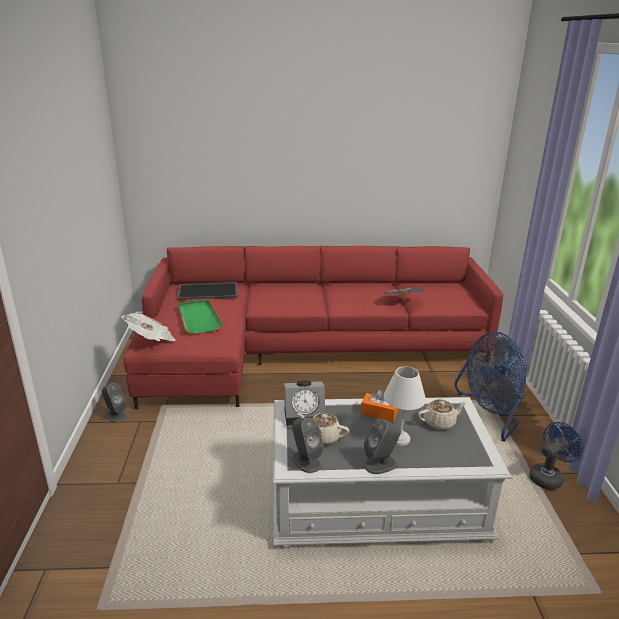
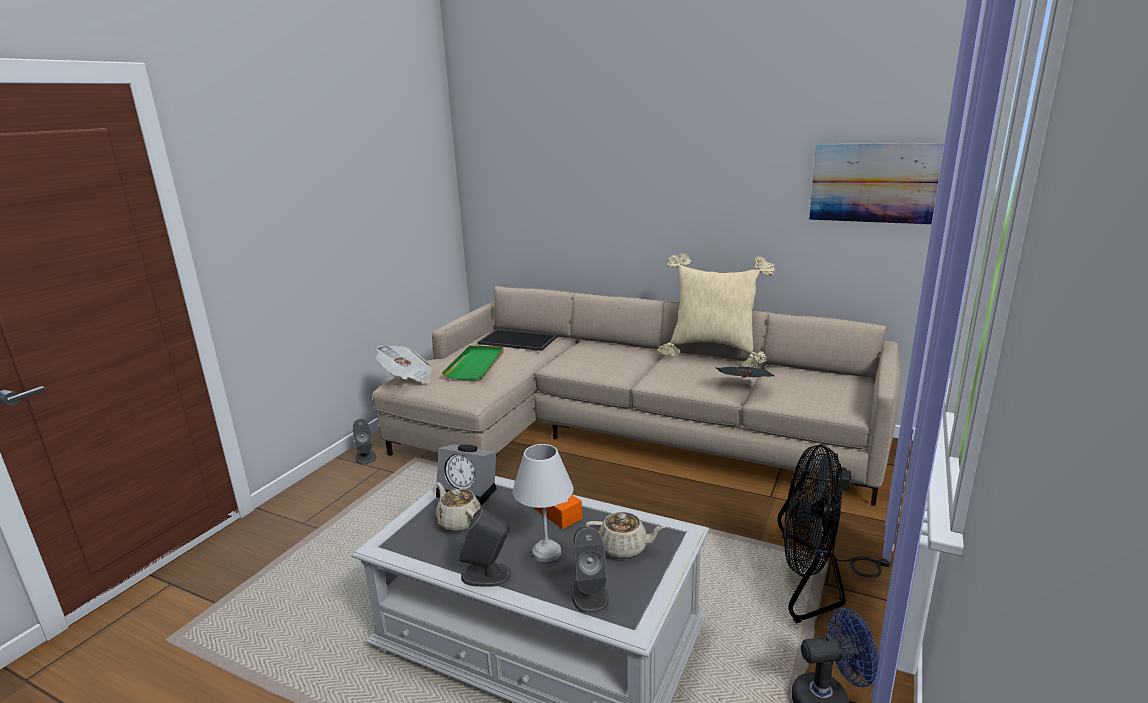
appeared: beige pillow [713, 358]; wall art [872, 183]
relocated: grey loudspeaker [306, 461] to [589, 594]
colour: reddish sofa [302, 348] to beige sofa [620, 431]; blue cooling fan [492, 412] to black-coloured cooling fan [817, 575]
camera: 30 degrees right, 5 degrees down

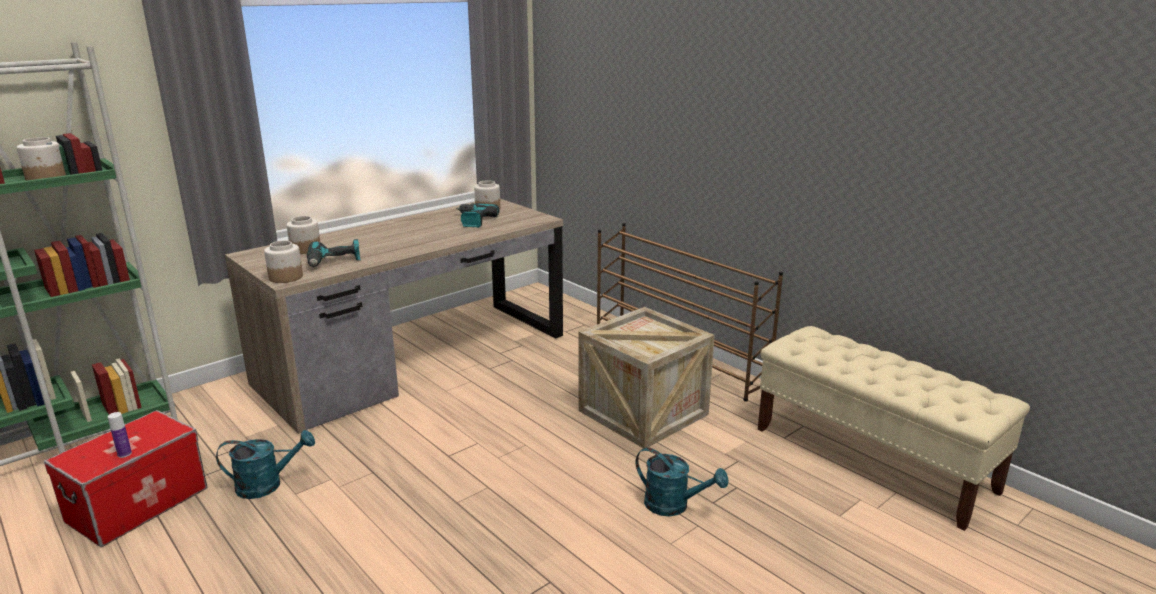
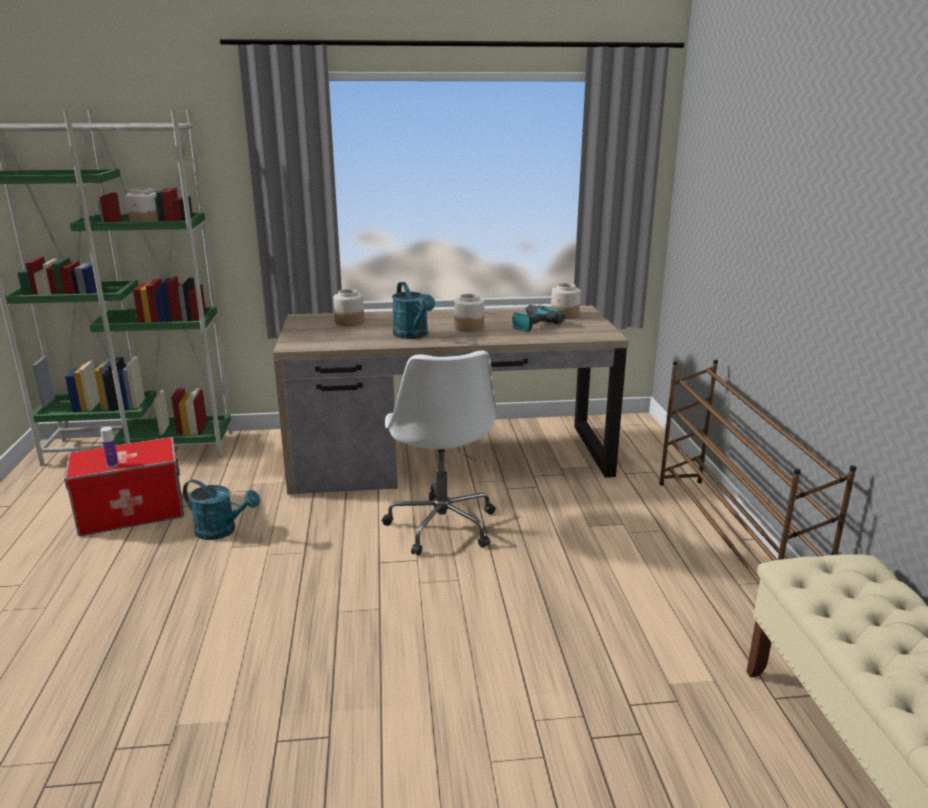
missing: electric drill [334, 262]; crate [643, 412]
appeared: whitish desk chair [442, 528]
relocated: preserve jar [285, 277] to [468, 327]; turquoise watering can [674, 505] to [413, 335]
camera: 35 degrees right, 0 degrees up

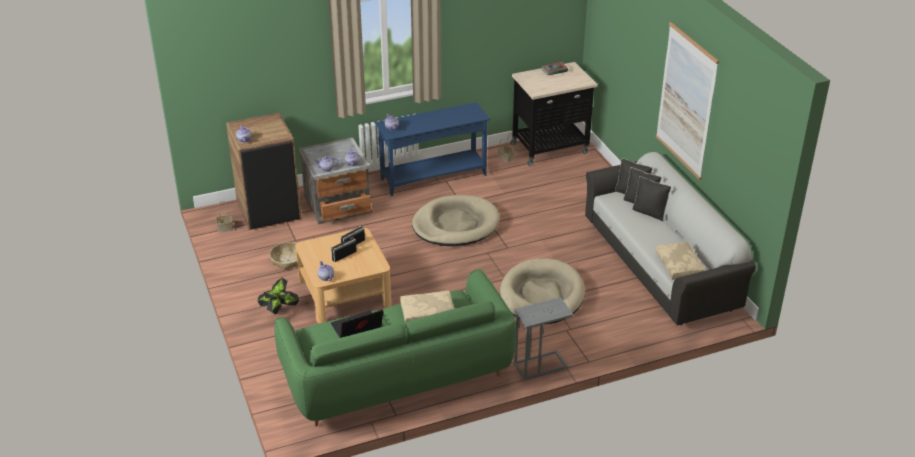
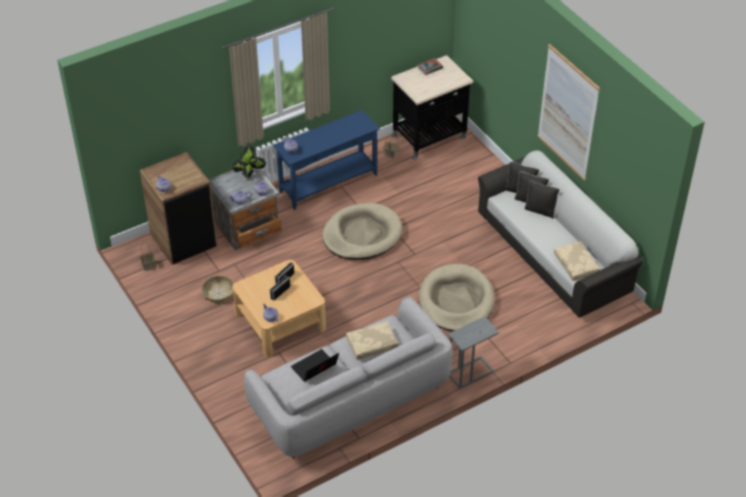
relocated: houseplant [280, 312] to [249, 174]
colour: greenish sofa [397, 377] to grey sofa [350, 401]
camera: 10 degrees left, 10 degrees up

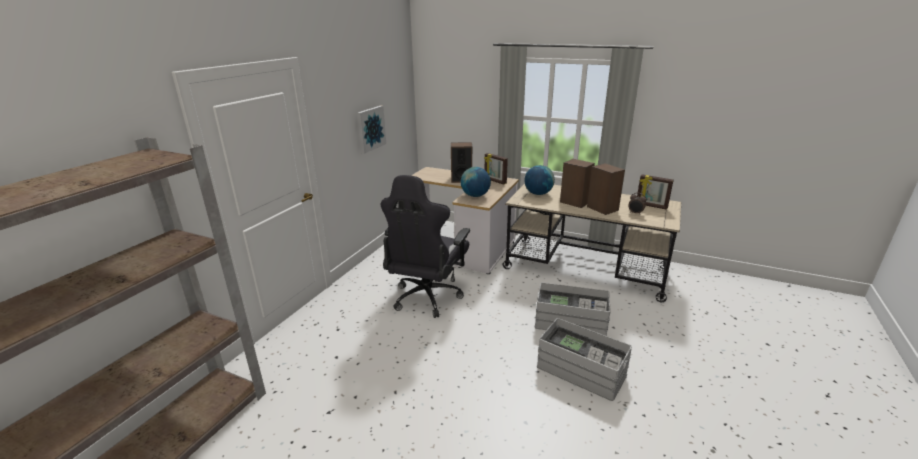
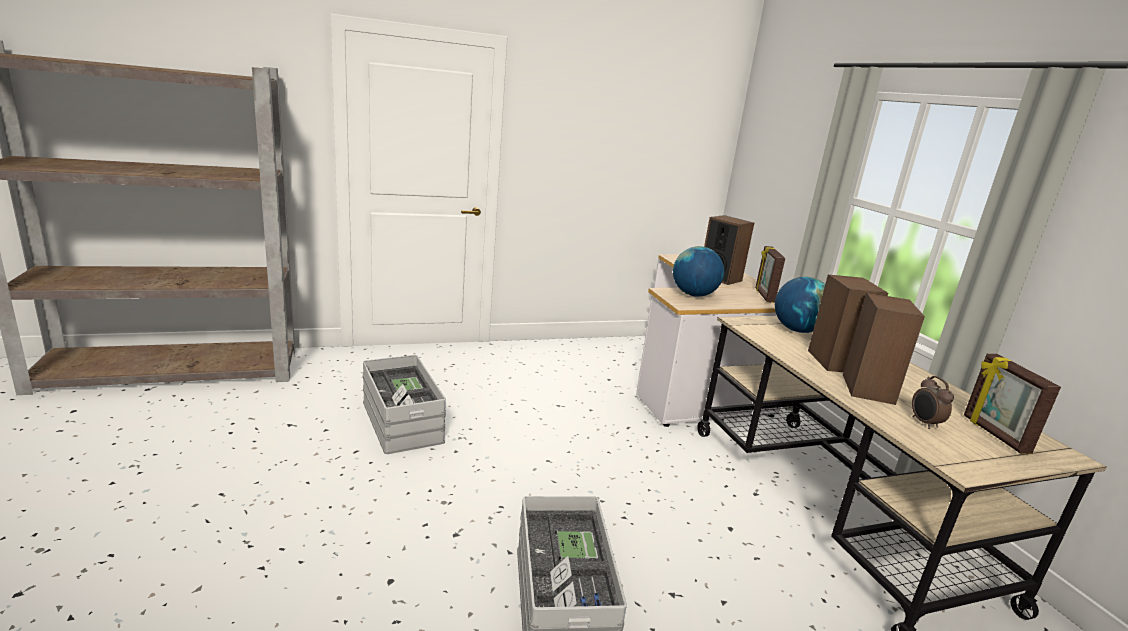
missing: wall art [370, 129]; black-coloured desk chair [428, 295]
relocated: grey storage bin [570, 321] to [403, 421]
camera: 45 degrees right, 5 degrees down

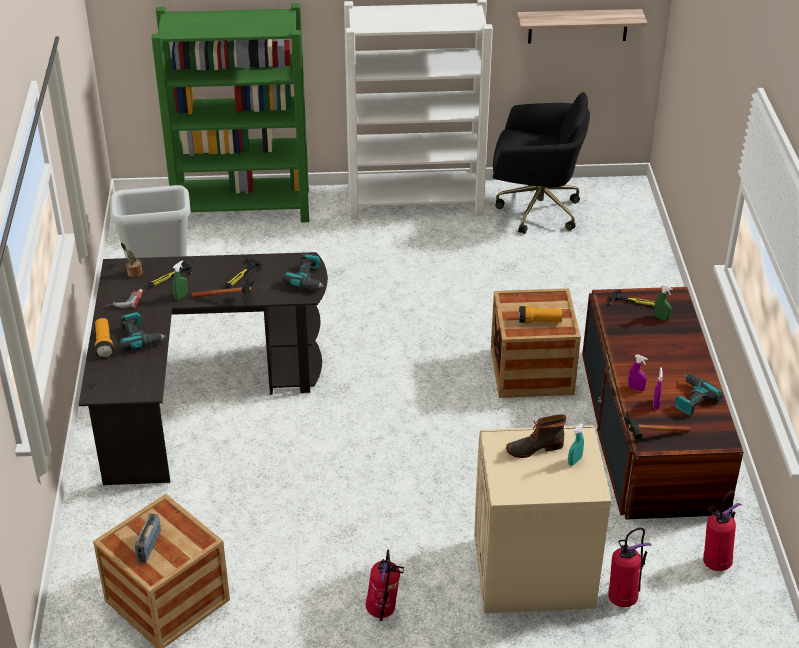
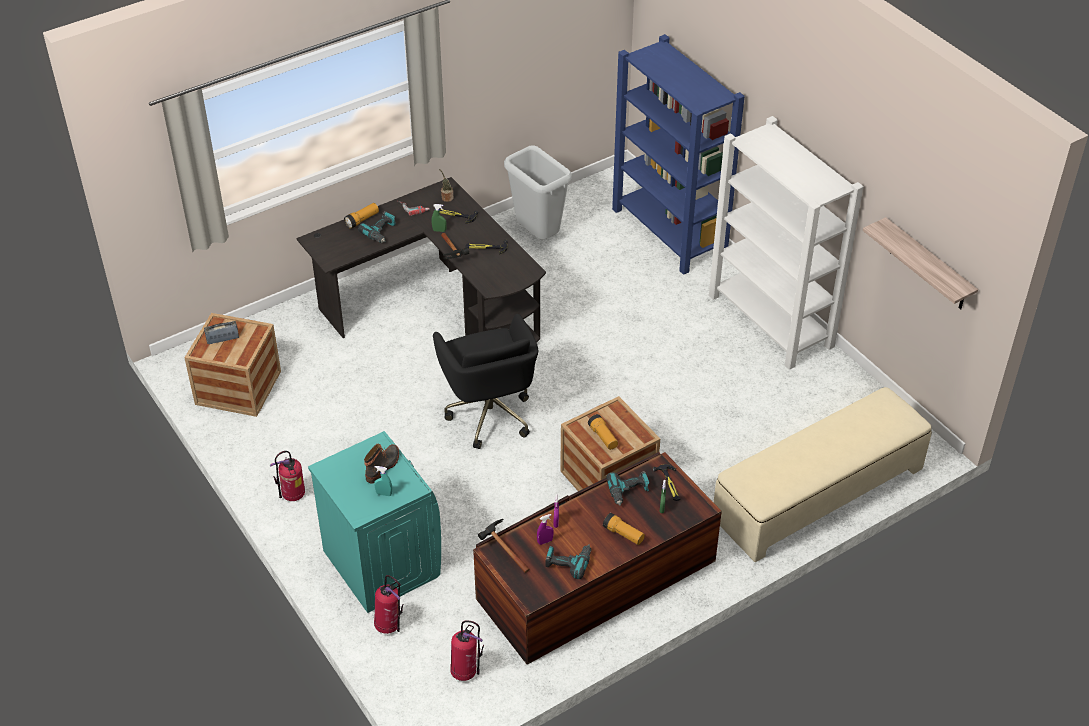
appeared: torch [623, 534]; beige bench [818, 494]
relocated: electric drill [308, 279] to [628, 491]; black-coloured desk chair [535, 211] to [488, 414]
colour: greenish bookshelf [242, 207] to blue bookshelf [669, 231]; beige washing machine [532, 573] to turquoise washing machine [381, 564]
spun: tall boot [534, 447] = [383, 466] 75 degrees clockwise
camera: 60 degrees right, 5 degrees up

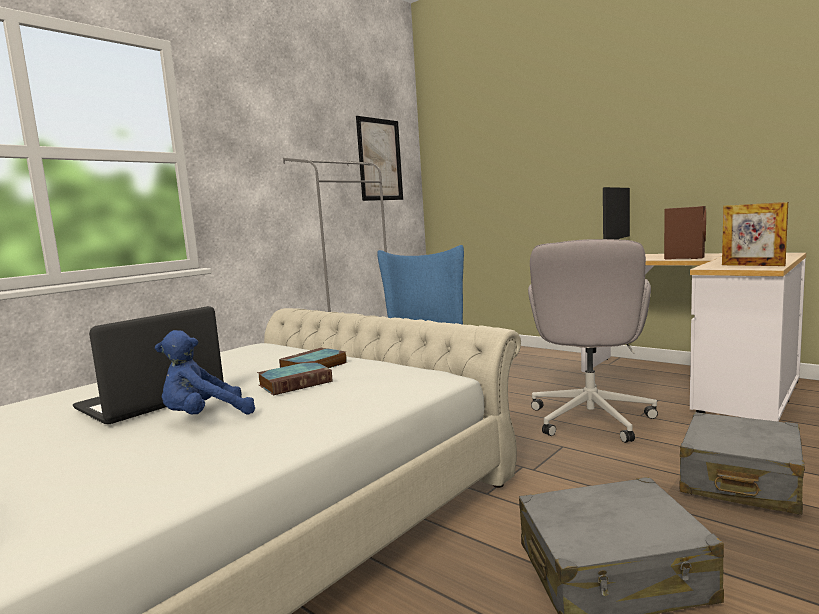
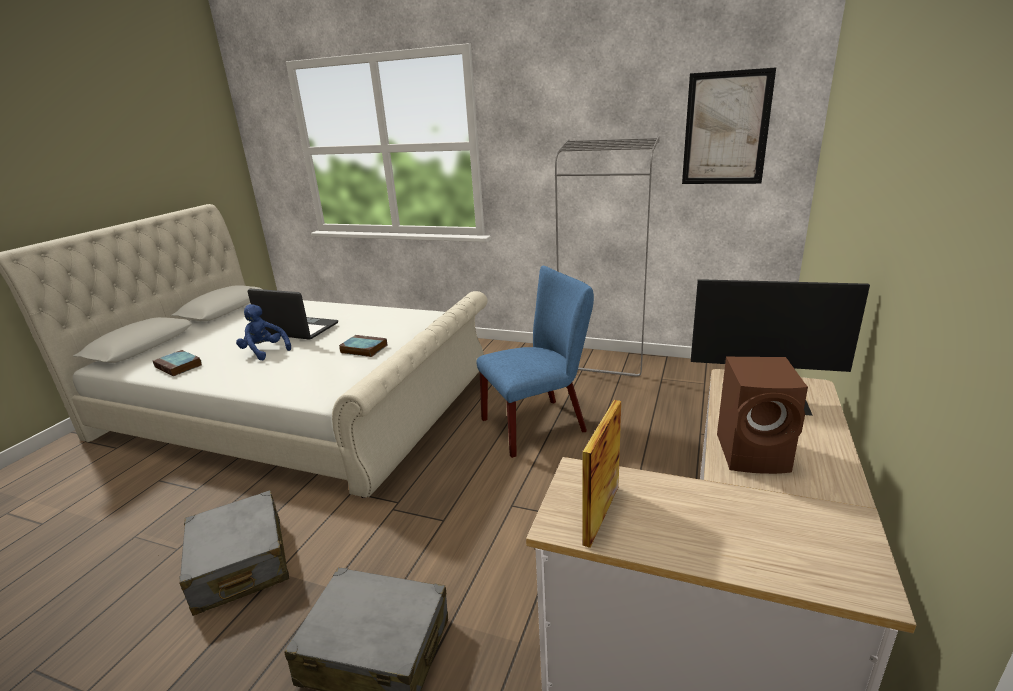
missing: grey desk chair [590, 420]
relocated: volume [296, 383] to [179, 366]
camera: 70 degrees right, 15 degrees up

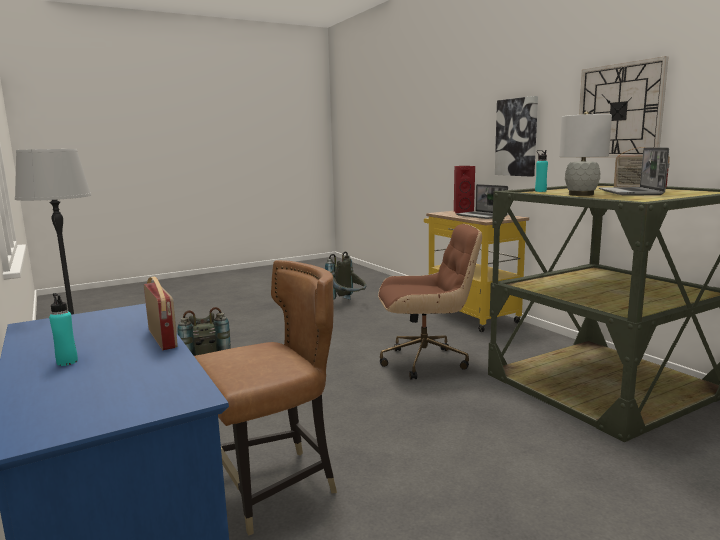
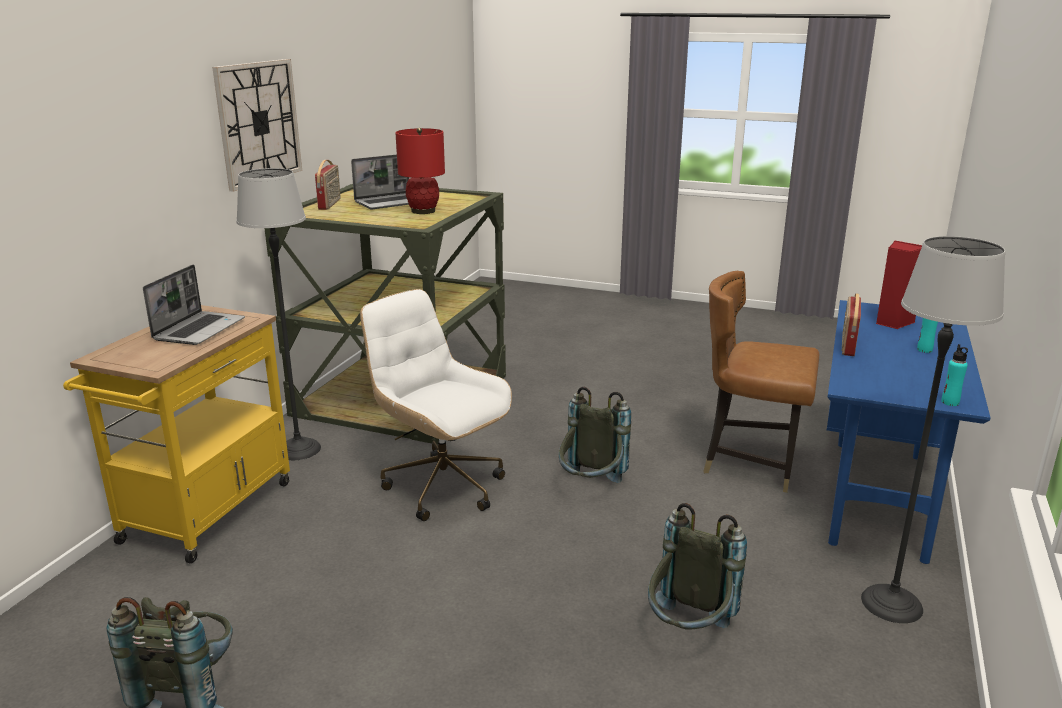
missing: wall art [517, 137]
appeared: floor lamp [299, 449]; grey knapsack [590, 488]
relocated: reddish loudspeaker [462, 212] to [892, 322]; turquoise bottle [540, 191] to [950, 402]
colour: brownish desk chair [427, 362] to whitish desk chair [441, 486]; whitish table lamp [581, 194] to reddish table lamp [423, 211]
camera: 130 degrees left, 10 degrees up

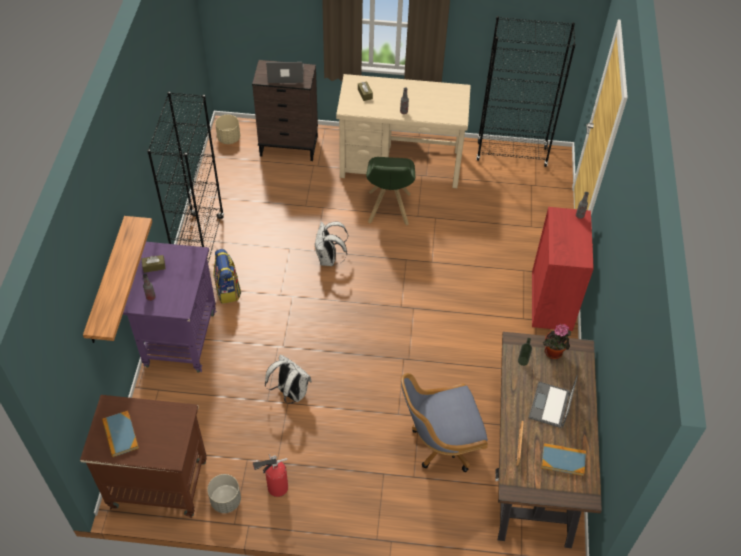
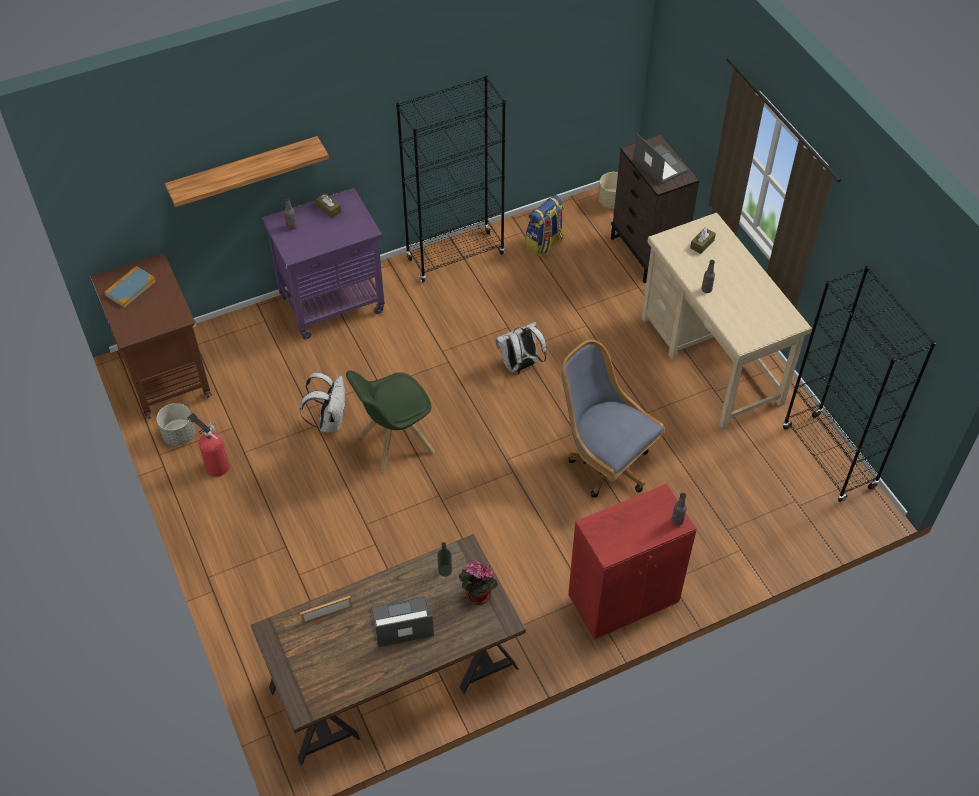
missing: volume [563, 460]
relocated: knapsack [228, 290] to [544, 244]; greenish plain chair [388, 208] to [395, 444]; blue desk chair [439, 445] to [604, 462]
camera: 60 degrees right, 0 degrees up

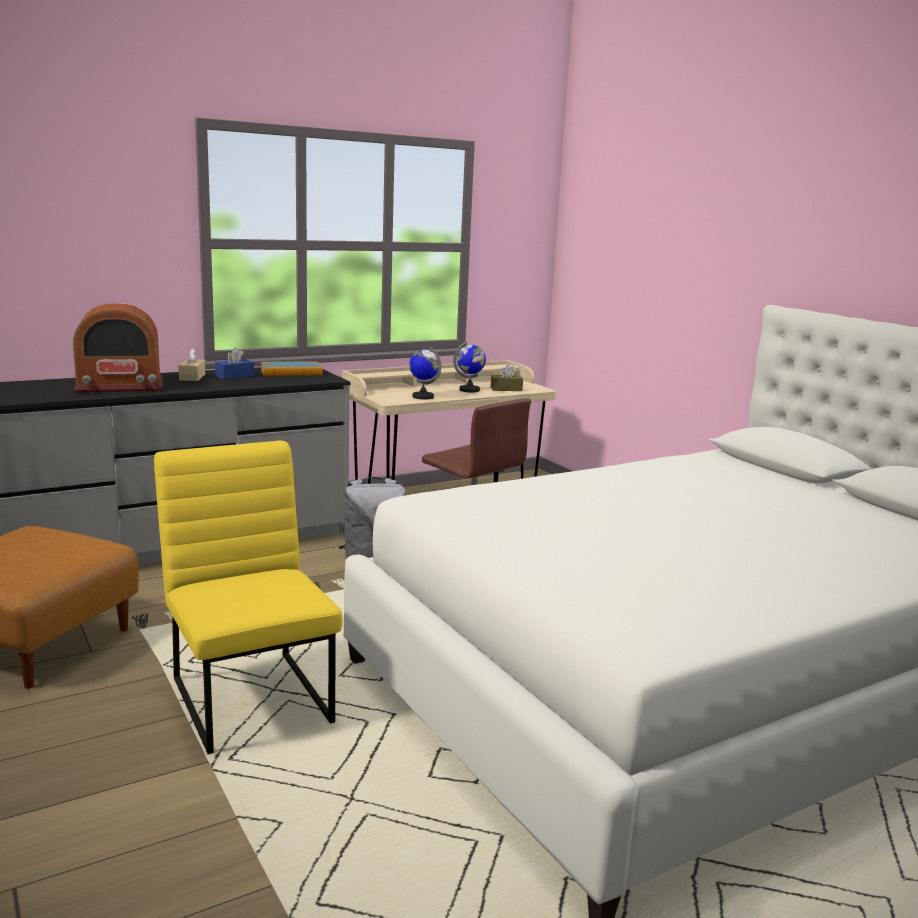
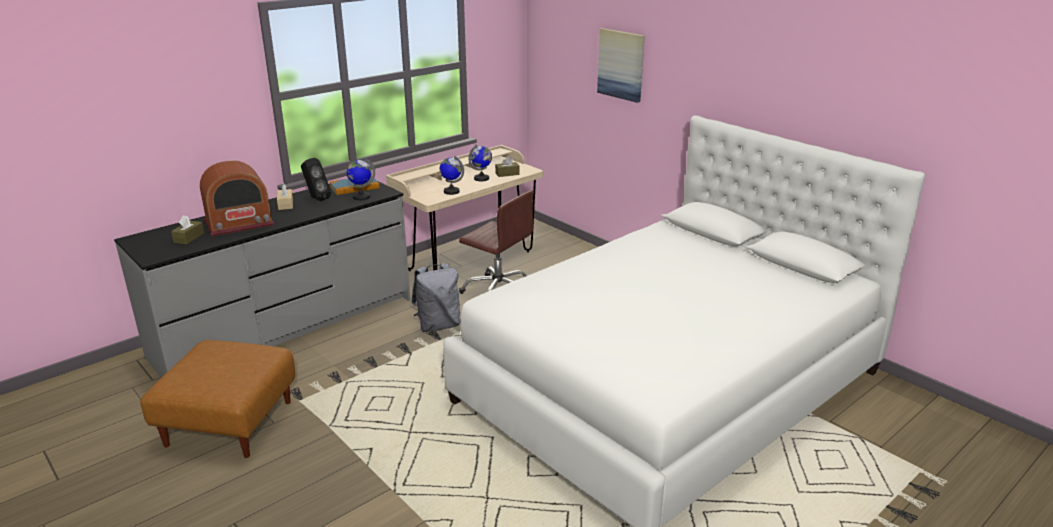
missing: yellowish plain chair [251, 697]
appeared: brownish box of tissues [189, 238]; globe [361, 197]; wall art [621, 64]
exchanged: blue box of tissues [235, 376] to black-coloured loudspeaker [316, 199]
camera: 10 degrees left, 10 degrees up

